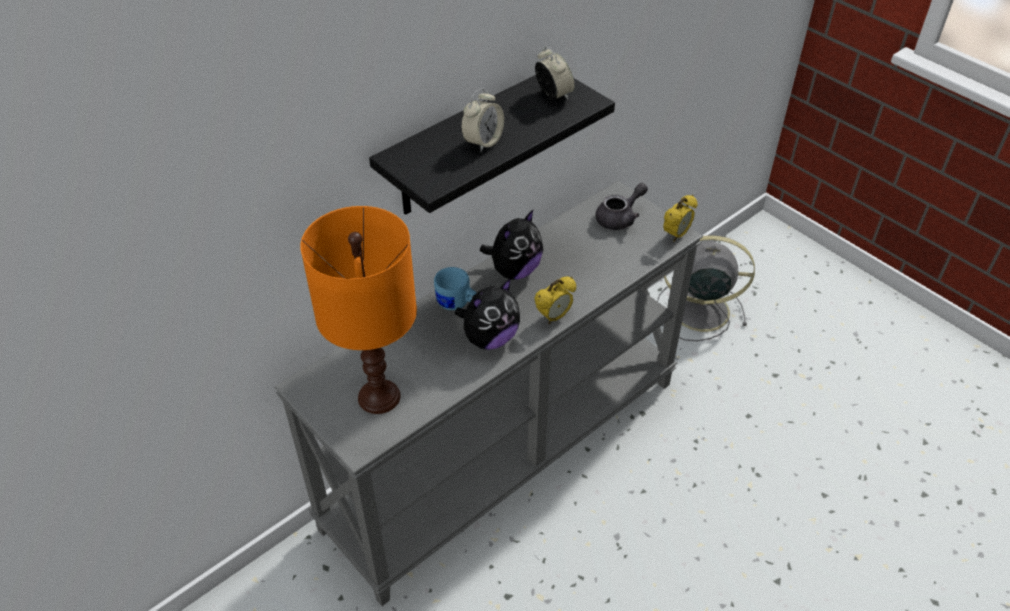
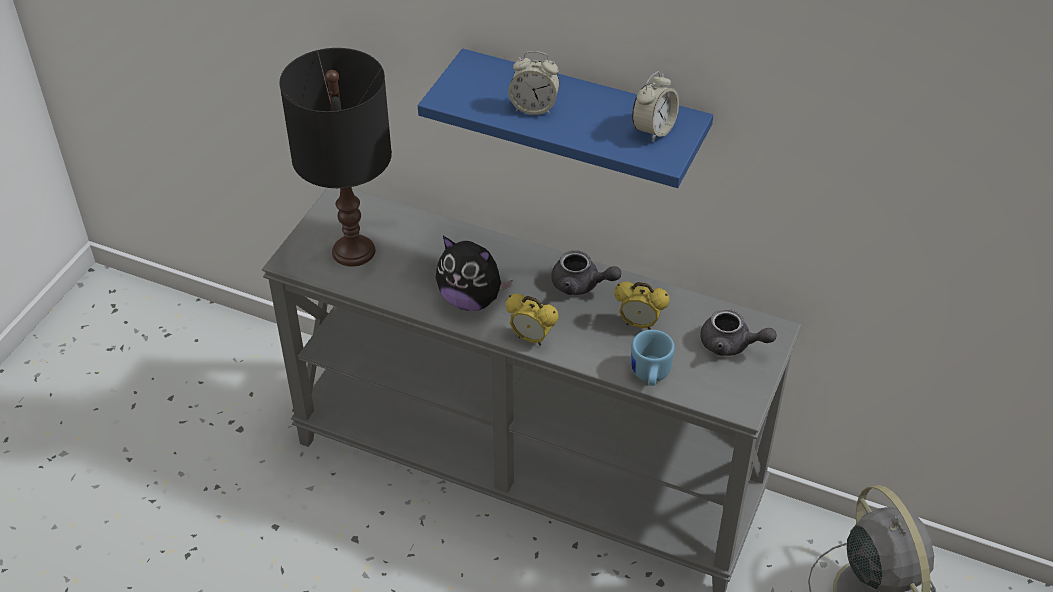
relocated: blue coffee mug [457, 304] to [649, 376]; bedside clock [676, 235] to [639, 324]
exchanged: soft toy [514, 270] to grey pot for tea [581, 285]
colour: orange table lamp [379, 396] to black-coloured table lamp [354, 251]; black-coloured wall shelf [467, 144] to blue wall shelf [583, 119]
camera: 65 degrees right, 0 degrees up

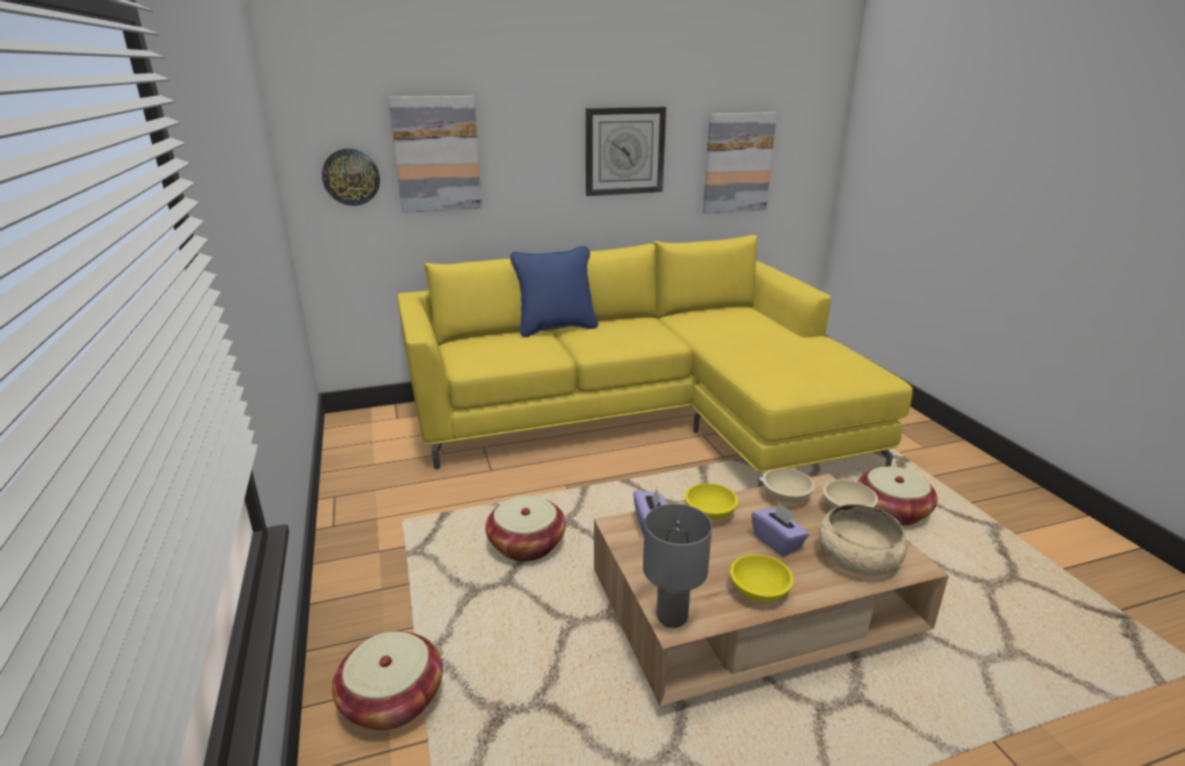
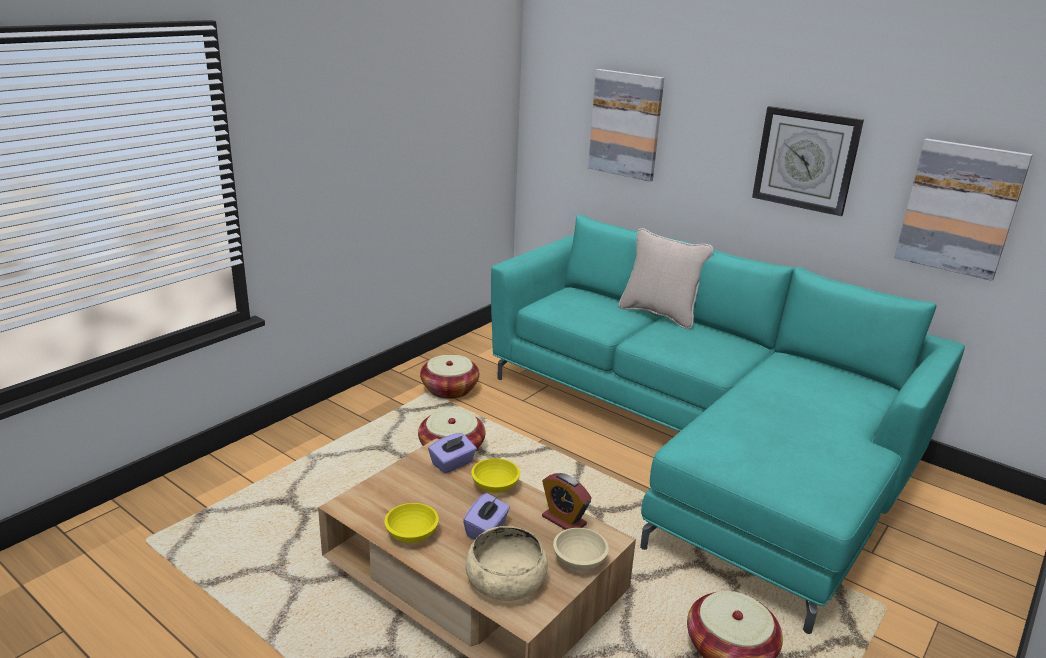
missing: clock on the wall [351, 177]; grey table lamp [673, 617]
relocated: household basket [392, 699] to [449, 389]
exchanged: beige bowl [786, 496] to bedside clock [564, 520]
colour: yellowish sofa [650, 416] to turquoise sofa [703, 443]; blue pillow [556, 328] to beige pillow [659, 314]
camera: 55 degrees right, 0 degrees up

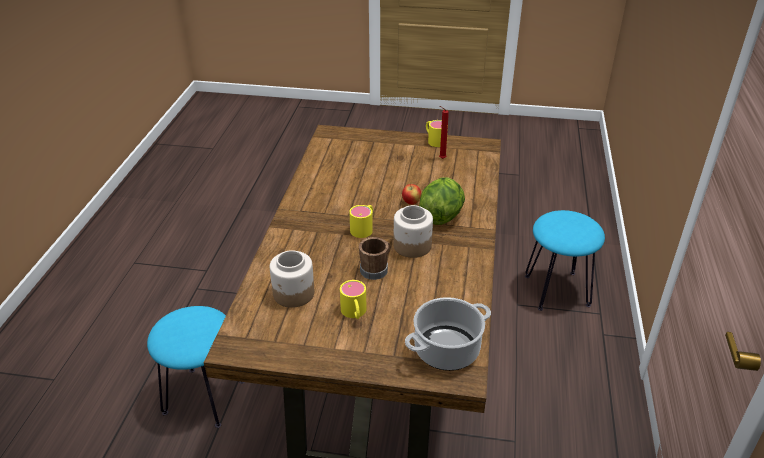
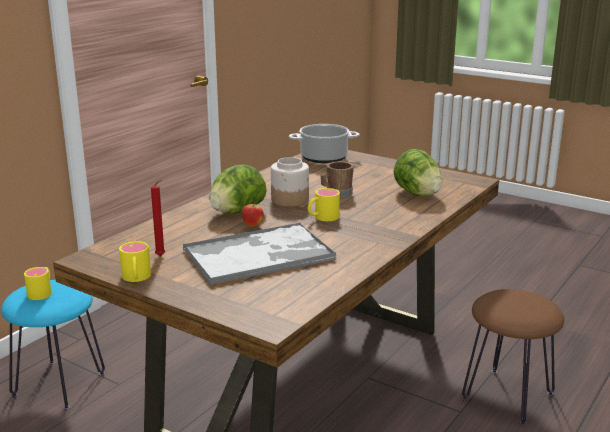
appeared: serving tray [260, 254]
relocated: yellowish coffee mug [354, 313] to [42, 292]
exchanged: preserve jar [293, 294] to head of lettuce [417, 194]
colour: turquoise sitting stool [204, 396] to brownish sitting stool [507, 396]
camera: 155 degrees left, 15 degrees down

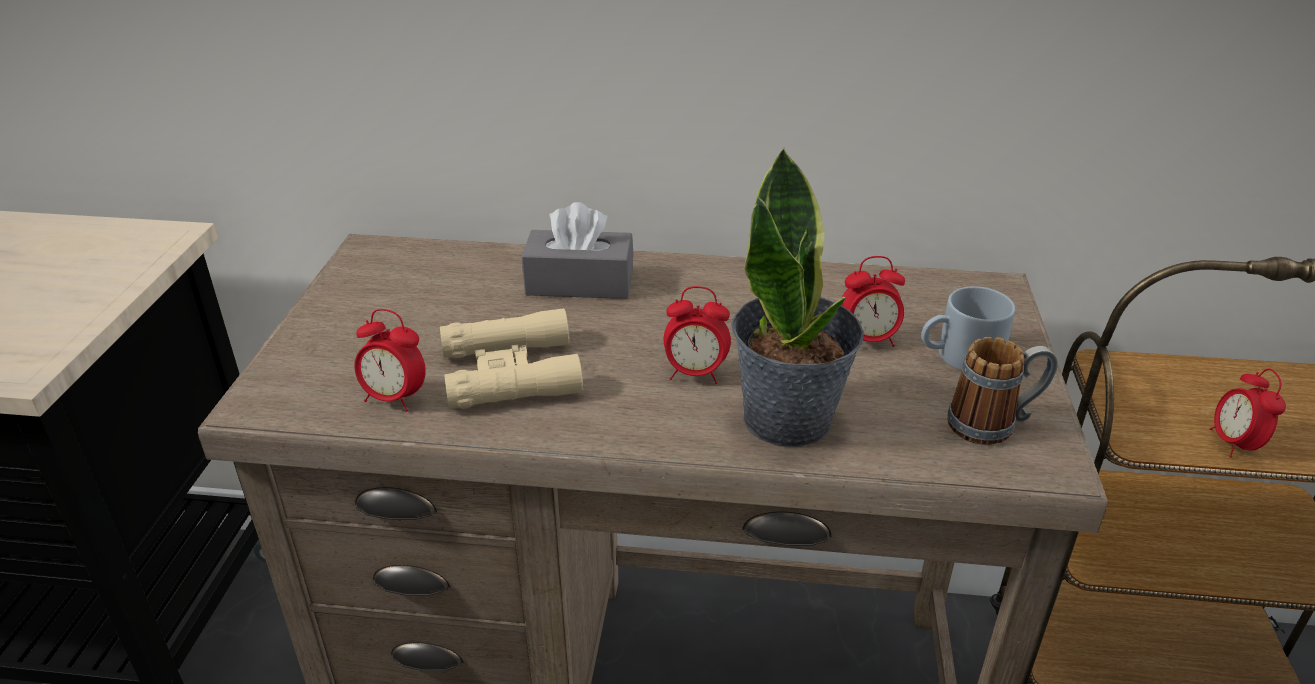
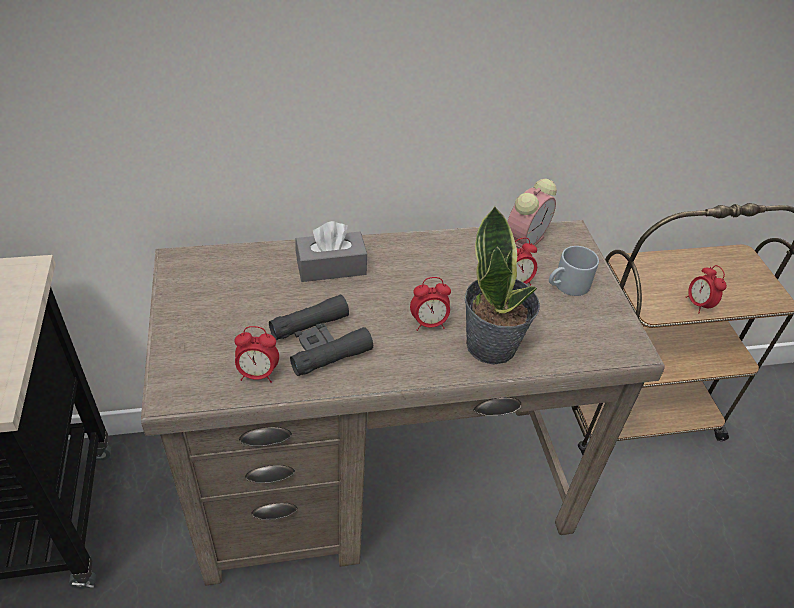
missing: coffee mug [993, 424]
appeared: bedside clock [525, 241]
colour: beige pair of binoculars [511, 372] to black-coloured pair of binoculars [320, 342]
camera: 20 degrees left, 10 degrees up

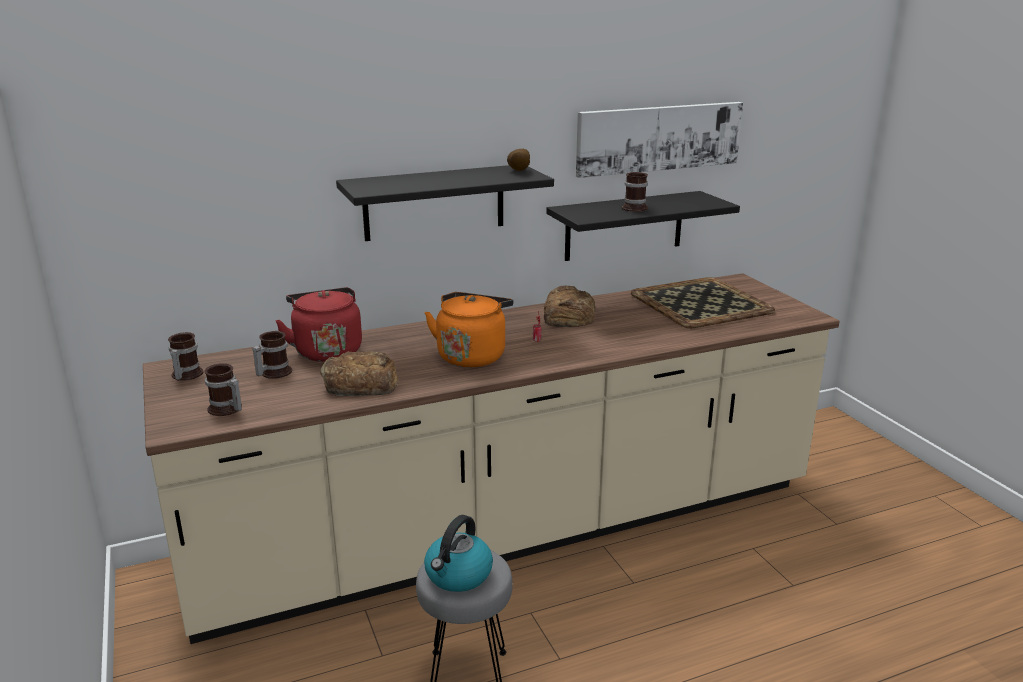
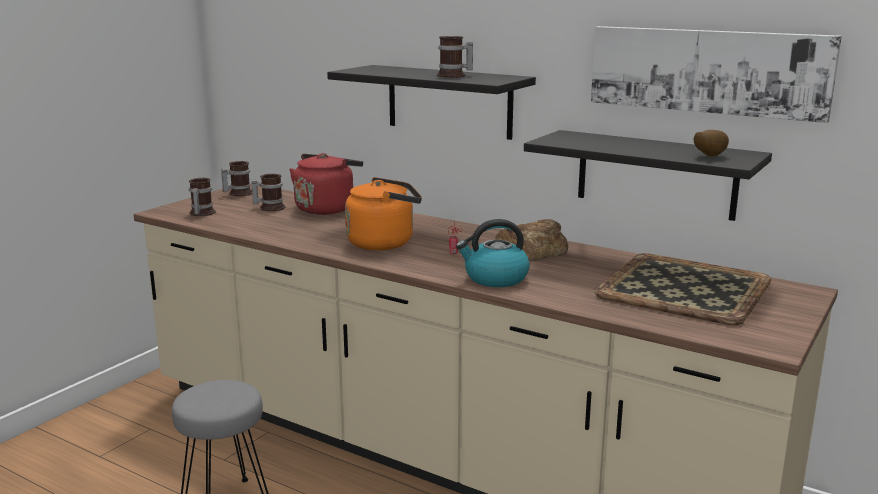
missing: bread [360, 383]
relocated: water kettle [458, 575] to [495, 278]; whole potato [518, 171] to [708, 156]; coffee mug [636, 208] to [454, 75]
camera: 55 degrees right, 5 degrees down

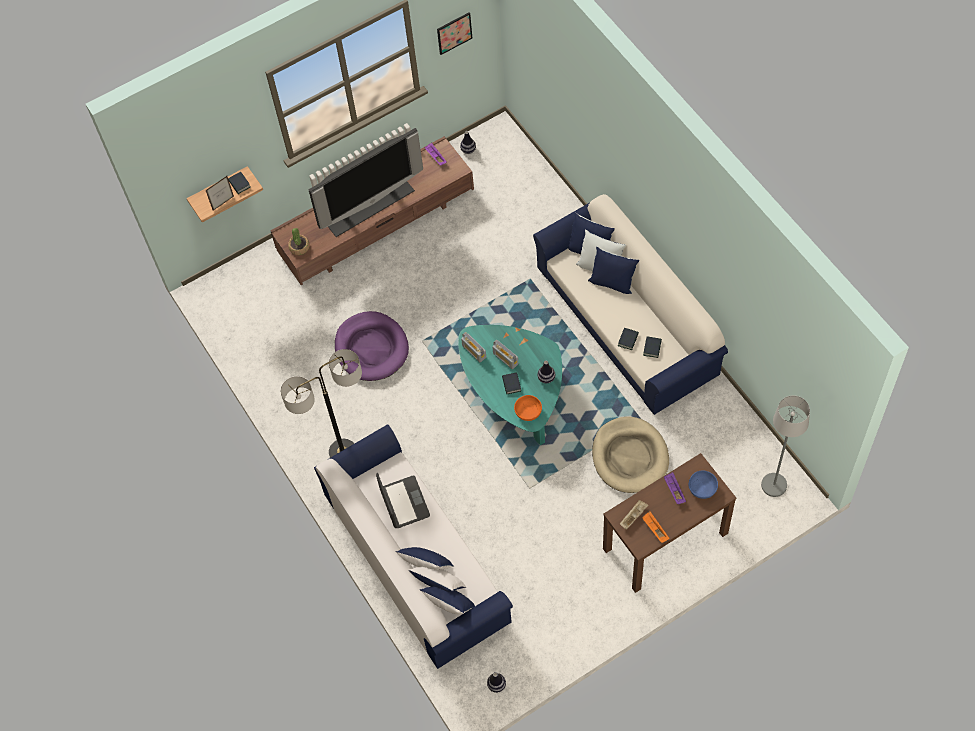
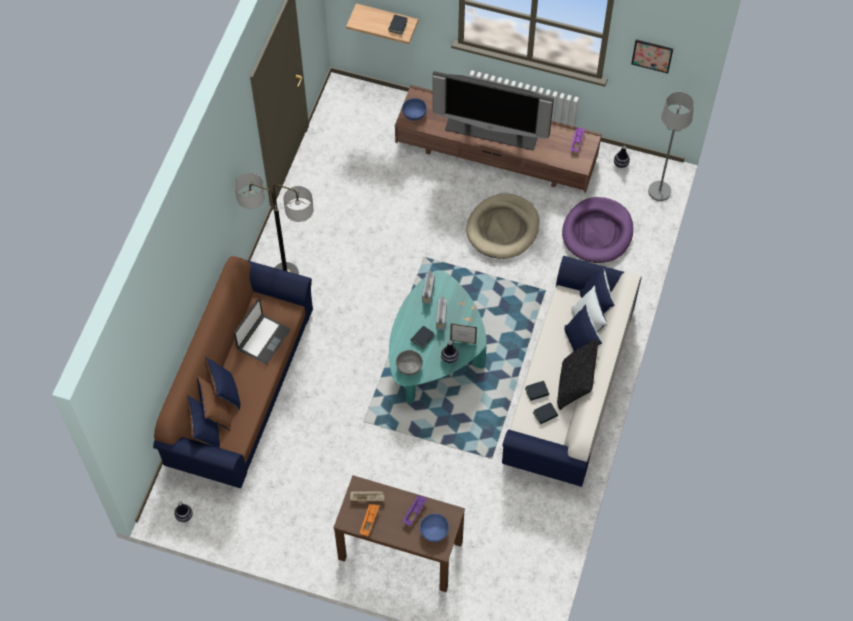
appeared: black-coloured pillow [575, 385]
relocated: picture frame [223, 203] to [463, 342]; purplish pet bed [371, 348] to [597, 232]; beige pet bed [630, 457] to [503, 228]; grey floor lamp [774, 485] to [659, 191]
exchanged: houseplant [299, 247] to blue bowl [414, 113]
colour: whitish sofa [415, 559] to brownish sofa [240, 387]; orange bowl [528, 412] to grey bowl [409, 366]
camera: 45 degrees right, 0 degrees up

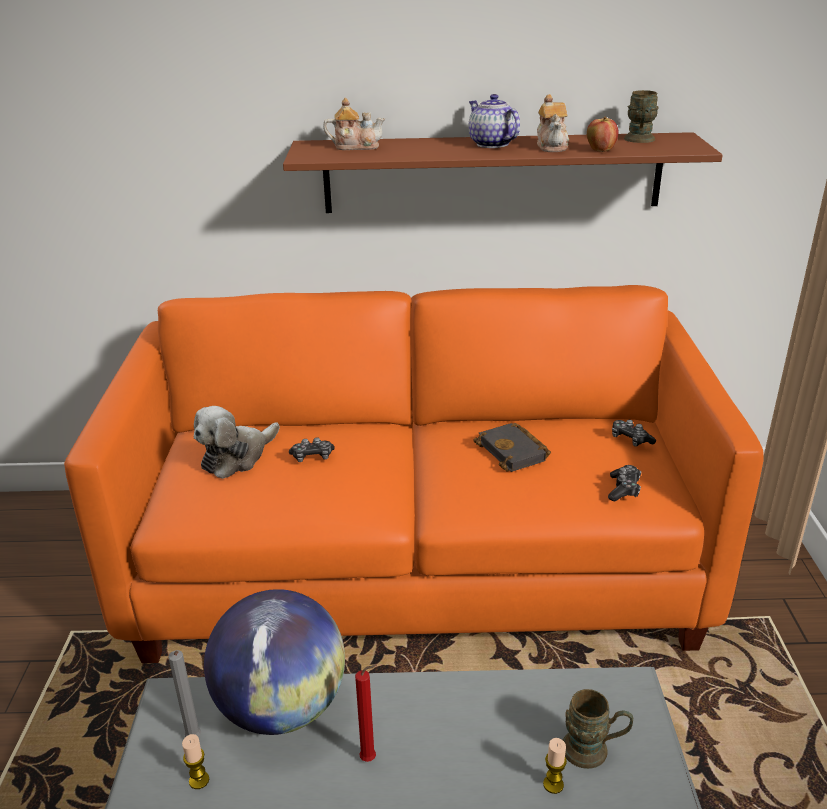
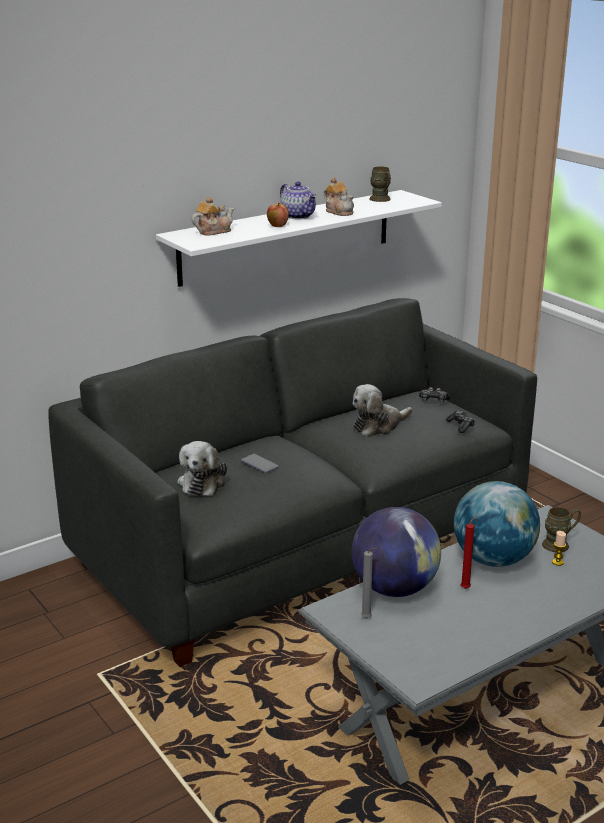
missing: candle [199, 780]
appeared: globe [493, 559]
relocated: apple [600, 150] to [277, 226]
exchanged: joypad [312, 457] to handset [259, 464]; black-coloured volume [514, 452] to soft toy [378, 426]
colour: orange sofa [418, 566] to grey sofa [302, 545]; brownish wall shelf [492, 173] to whitish wall shelf [287, 237]
spun: pot for tea [491, 144] = [299, 216] 150 degrees counterclockwise
camera: 35 degrees left, 5 degrees down

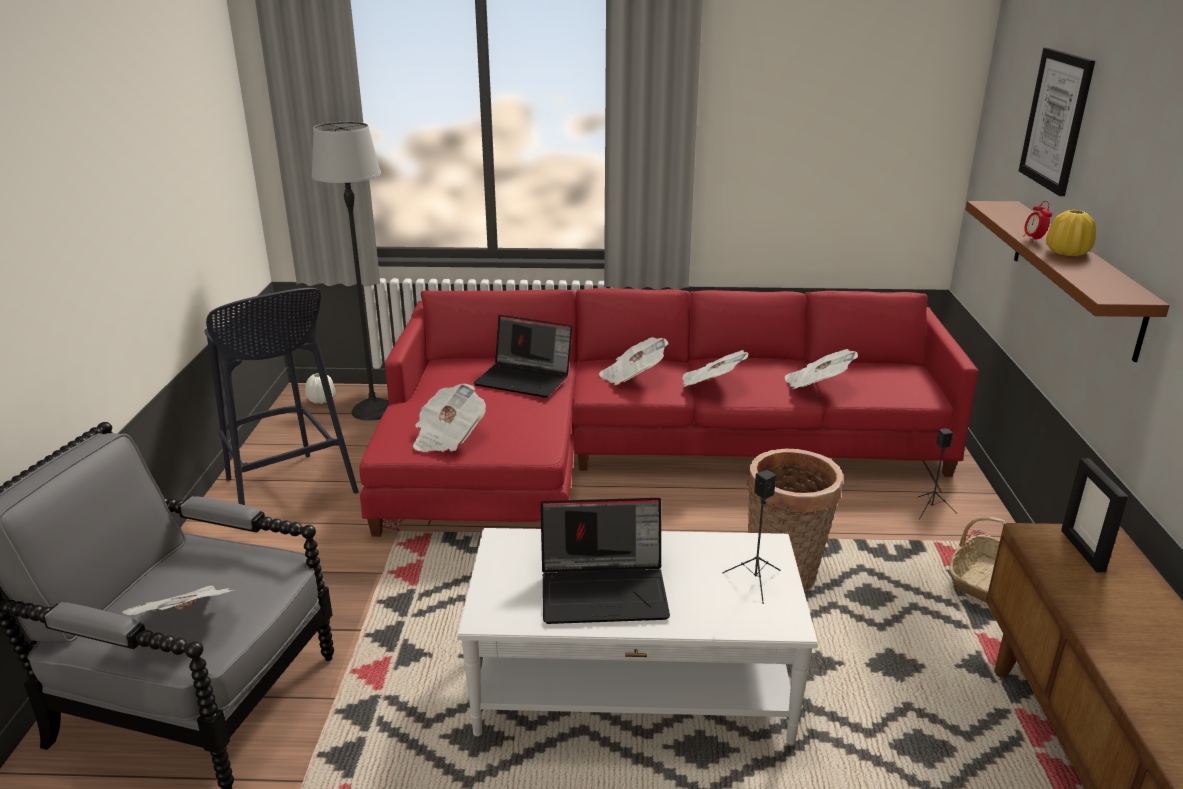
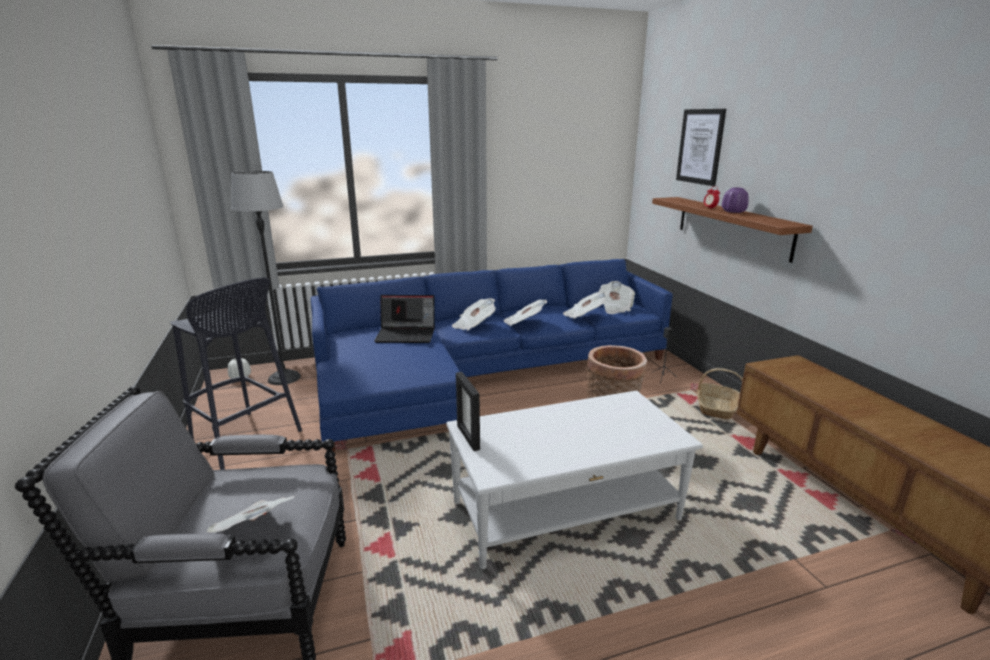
missing: laptop [605, 590]; black-coloured loudspeaker [755, 582]
relocated: newspaper [447, 437] to [614, 308]; picture frame [1084, 550] to [469, 437]
colour: reddish sofa [638, 448] to blue sofa [479, 372]; yellowish flower vase [1066, 252] to purplish flower vase [733, 212]
camera: 20 degrees left, 5 degrees down

